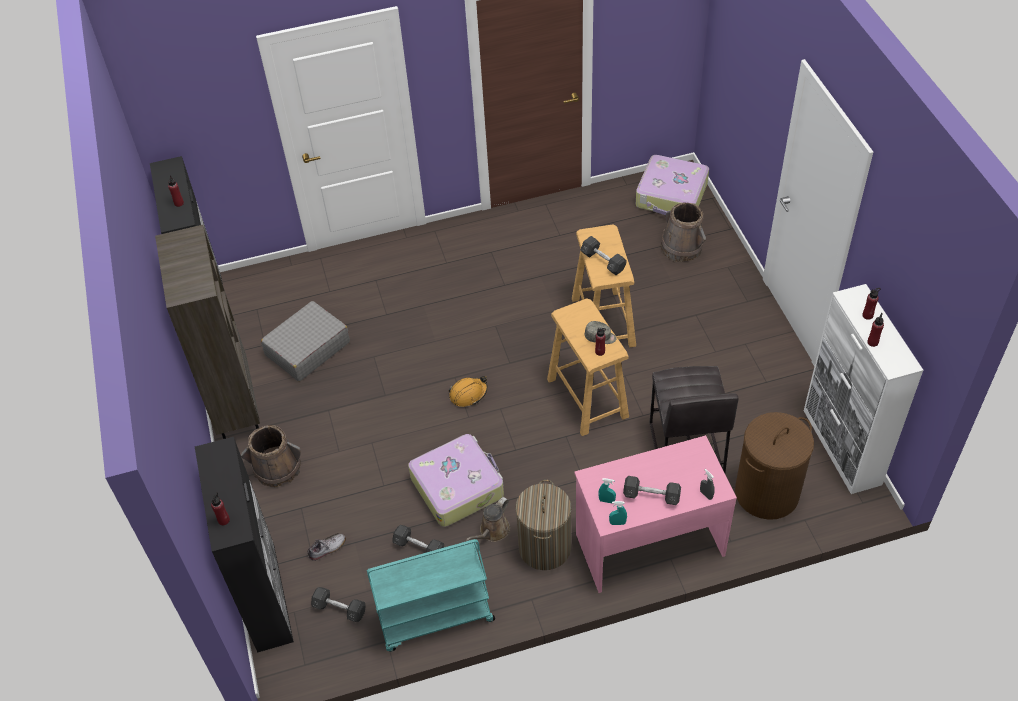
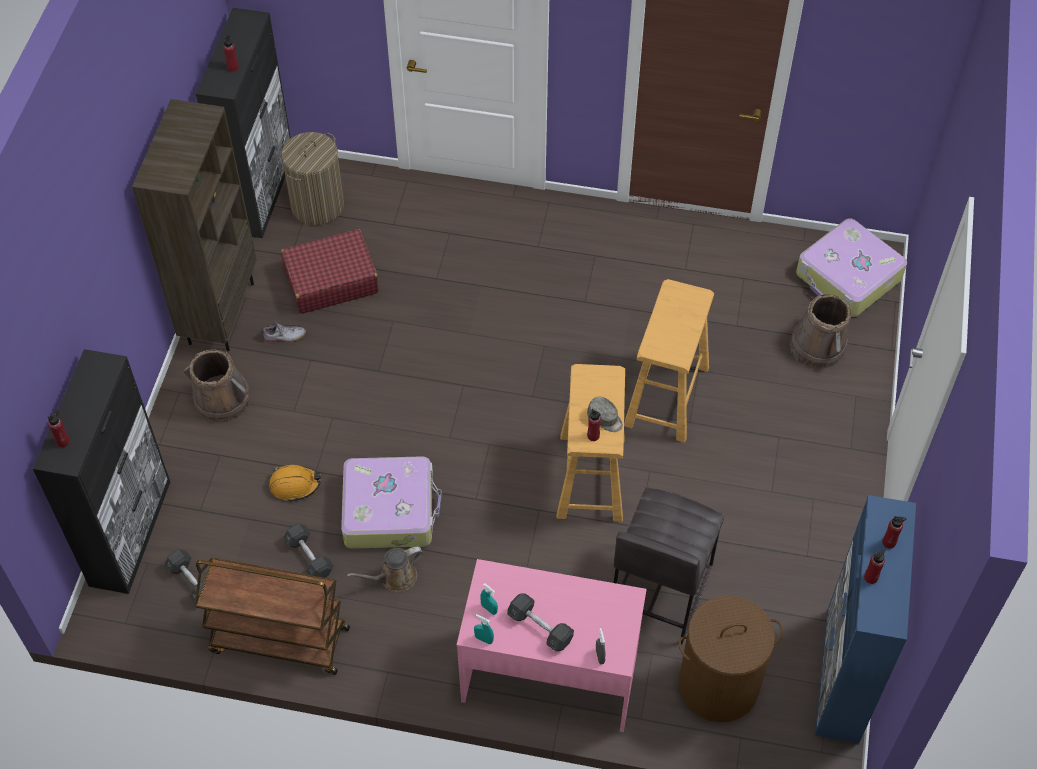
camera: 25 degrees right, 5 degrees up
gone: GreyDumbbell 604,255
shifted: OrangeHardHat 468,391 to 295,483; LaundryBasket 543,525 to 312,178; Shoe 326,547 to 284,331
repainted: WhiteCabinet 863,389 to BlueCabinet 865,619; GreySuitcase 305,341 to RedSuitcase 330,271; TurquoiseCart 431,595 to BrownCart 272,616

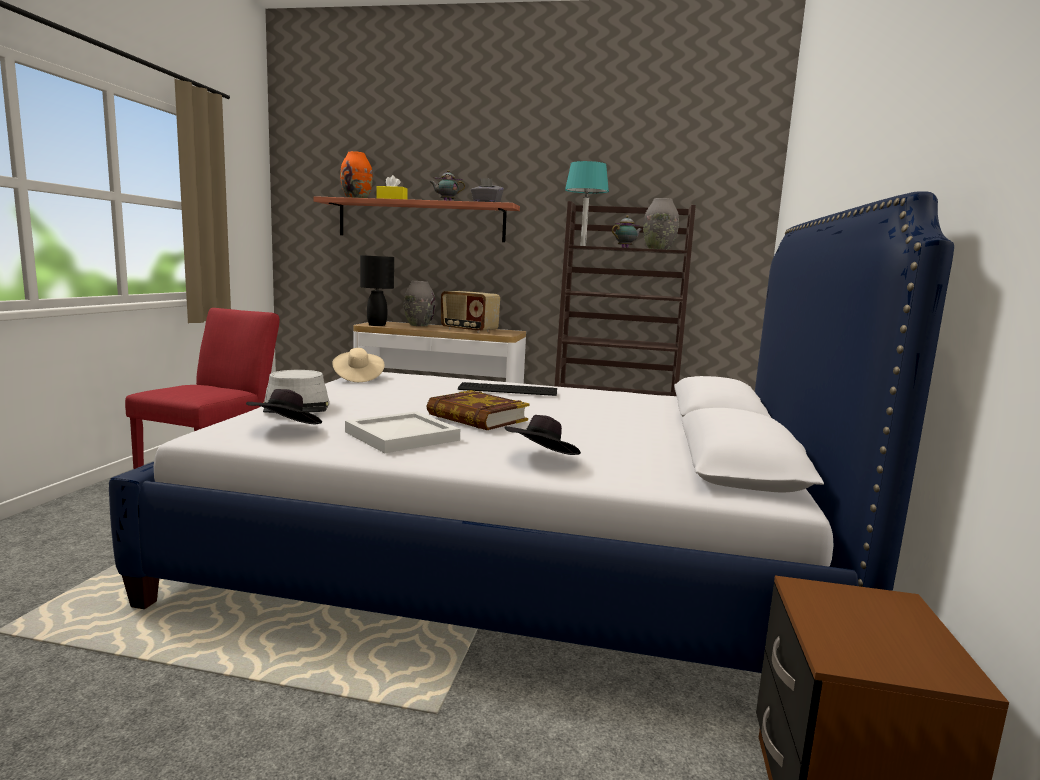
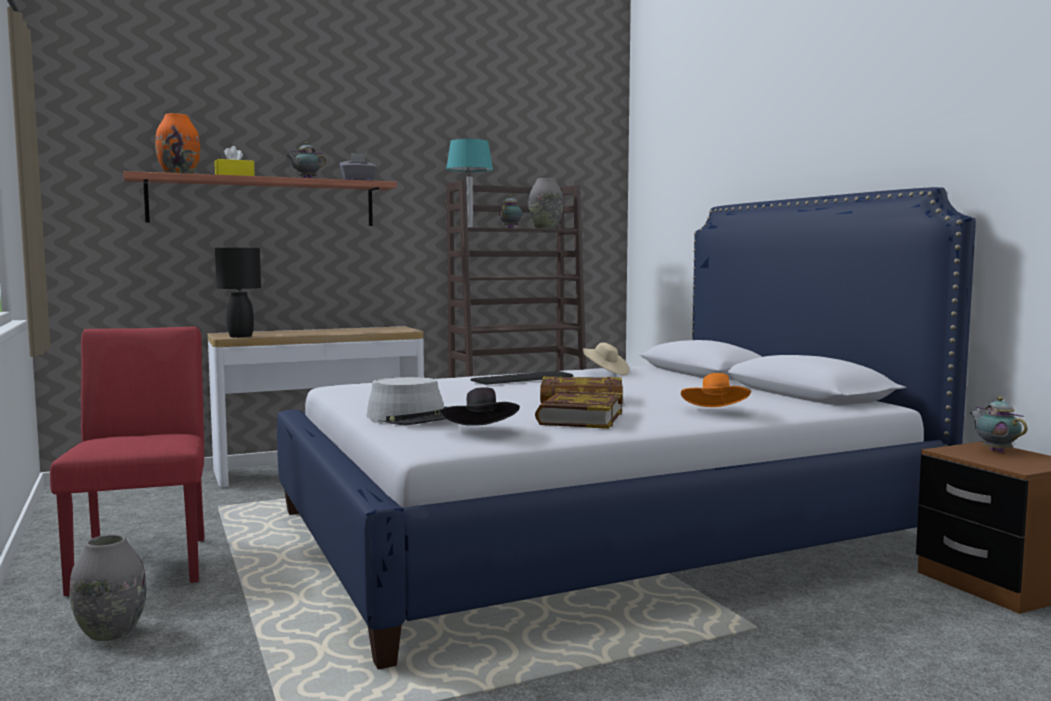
camera: 35 degrees left, 5 degrees down
gone: Radio 470,312
new: Teapot 999,425
shifted: GreyVase 419,303 to 108,588; BeigeHat 358,365 to 606,358
swapped: WhiteTray 402,432 to Book 578,410
repainted: BlackHat 542,435 to OrangeHat 716,390

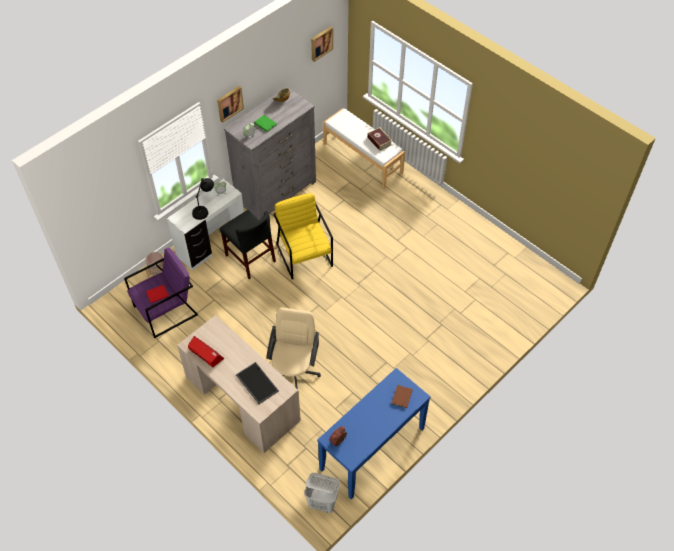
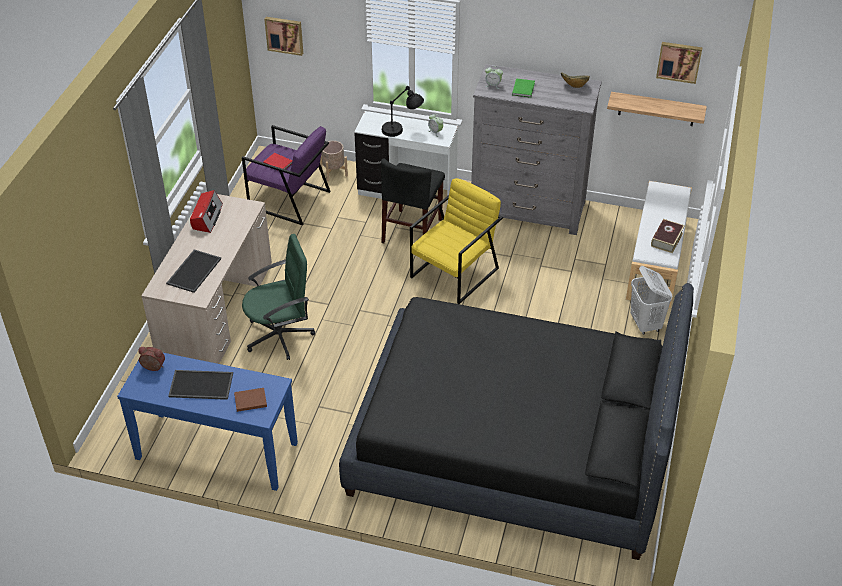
camera: 60 degrees right, 10 degrees down
new: Shelf 657,109; BlackBed 516,421; Tray 200,385
shifted: Picture 230,104 to 283,36; WhiteLaundryBasket 322,493 to 651,300
repainted: BeigeOfficeChair 293,348 to GreenOfficeChair 278,297

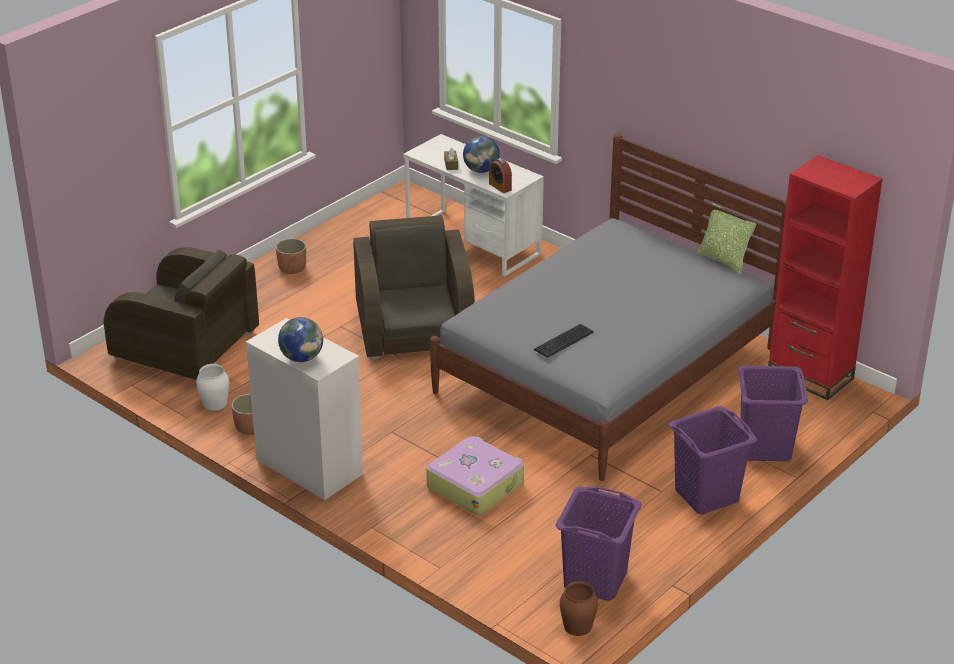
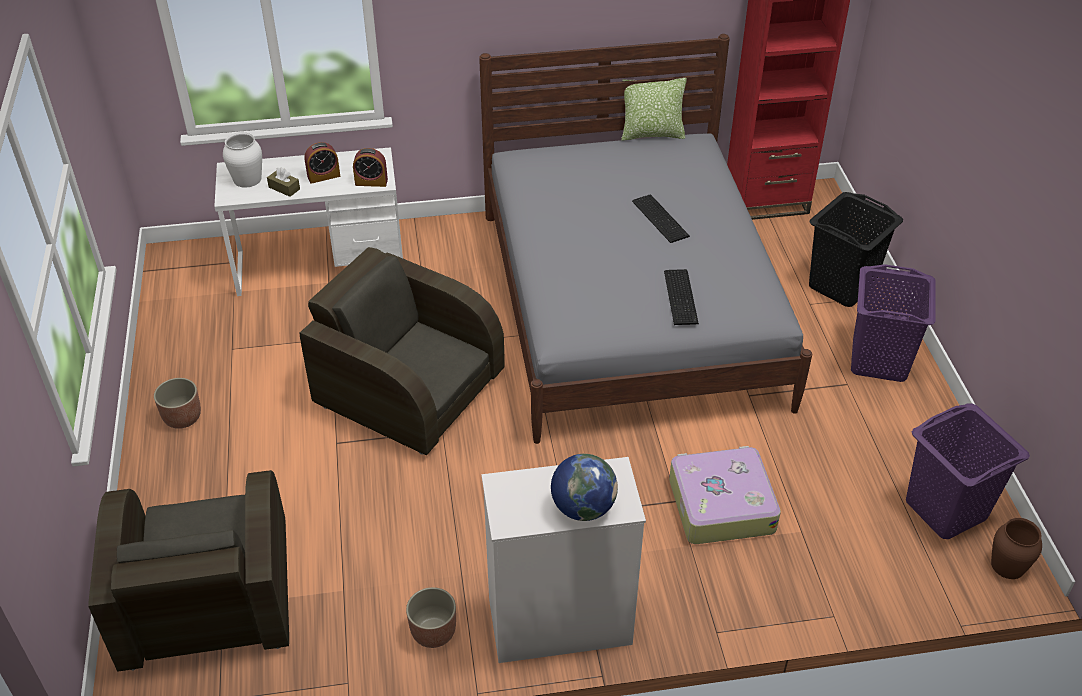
camera: 50 degrees left, 10 degrees up
new: Keyboard 661,219
shifted: WhiteVase 212,387 to 242,160
swapped: Globe 481,154 to AlarmClock 322,163
repainted: PurpleLaundryBasket 773,413 to BlackLaundryBasket 856,249
rotated: BrownArmchair 181,314 = 188,571 105 degrees clockwise

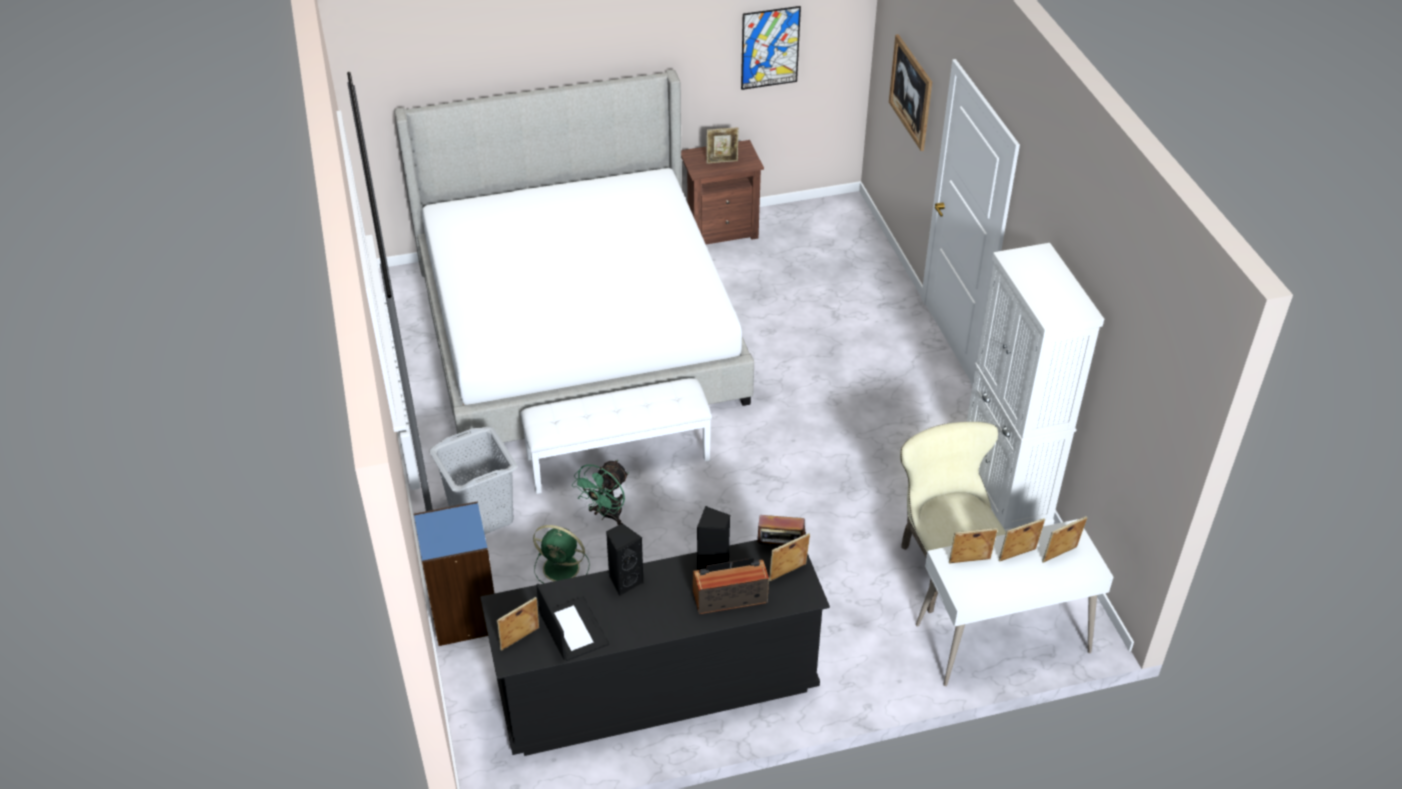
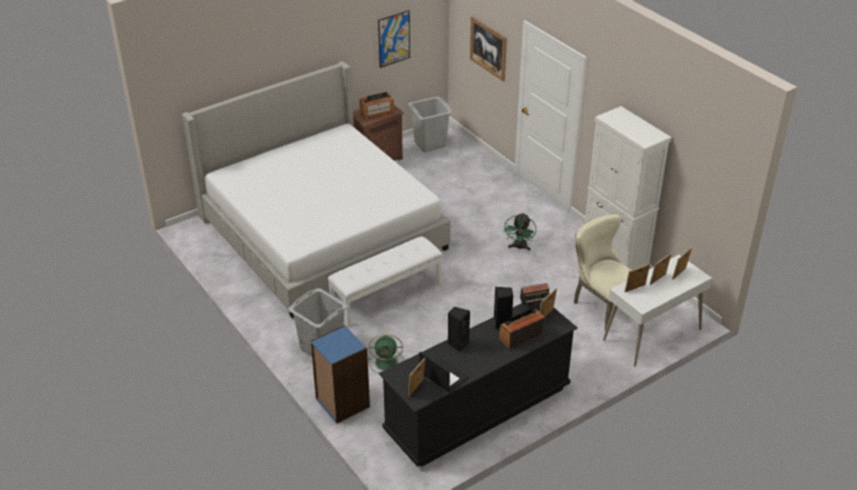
camera: 20 degrees left, 5 degrees down
new: GreyLaundryBasket 430,124
shifted: GreenFan 600,492 to 520,232
swapped: PictureFrame 722,145 to Radio 376,106

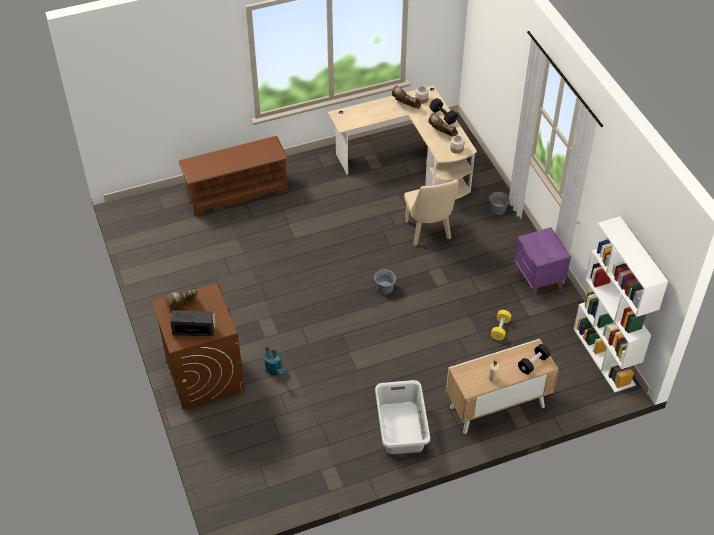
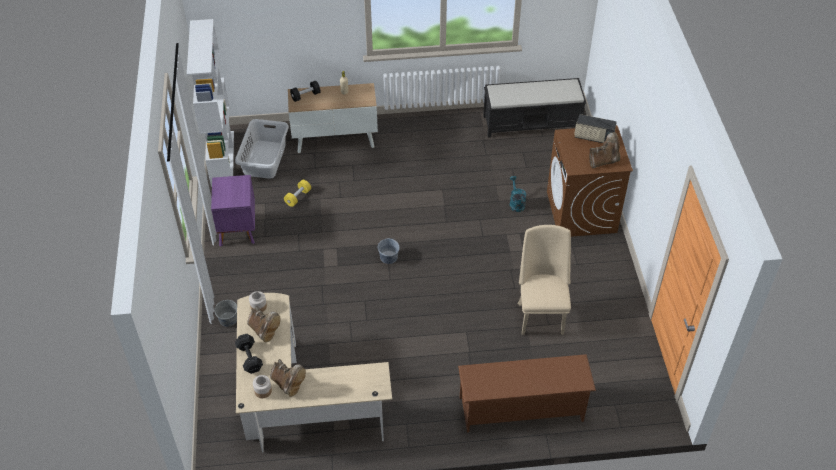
camera: 165 degrees left, 0 degrees up
new: BlackBench 534,108
shifted: BeigeChair 431,213 to 544,280; GreyLaundryBasket 402,417 to 262,149

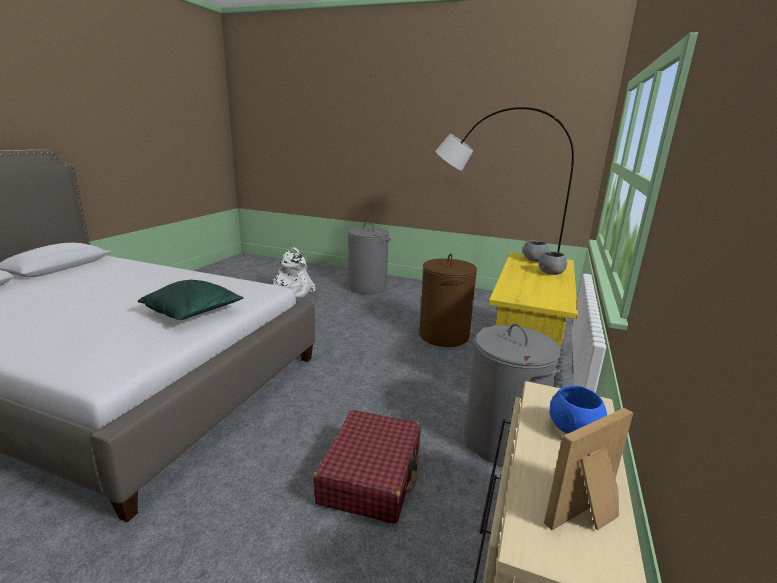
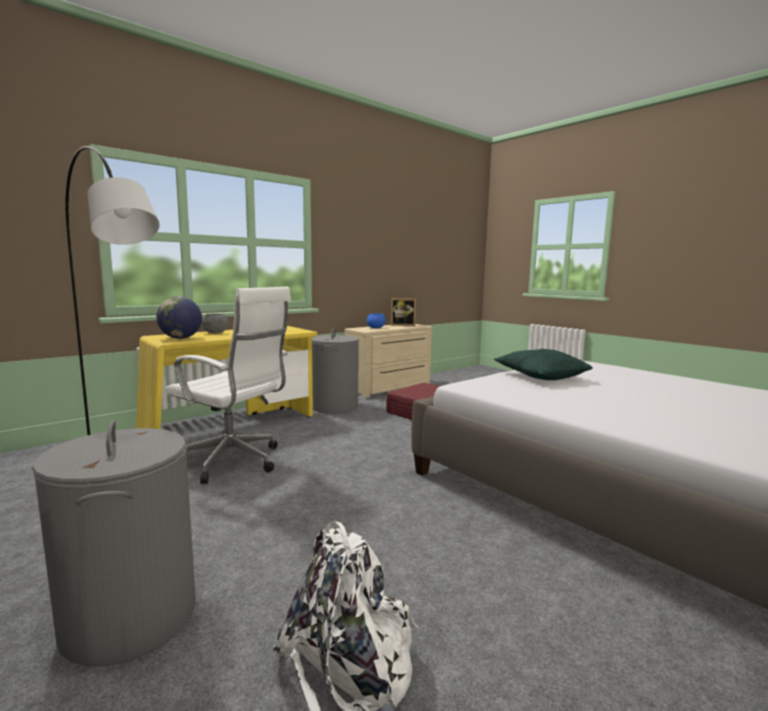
camera: 150 degrees left, 10 degrees down
swapped: GreyBowl 536,251 to Globe 179,318; BrownLaundryBasket 448,300 to WhiteOfficeChair 228,385

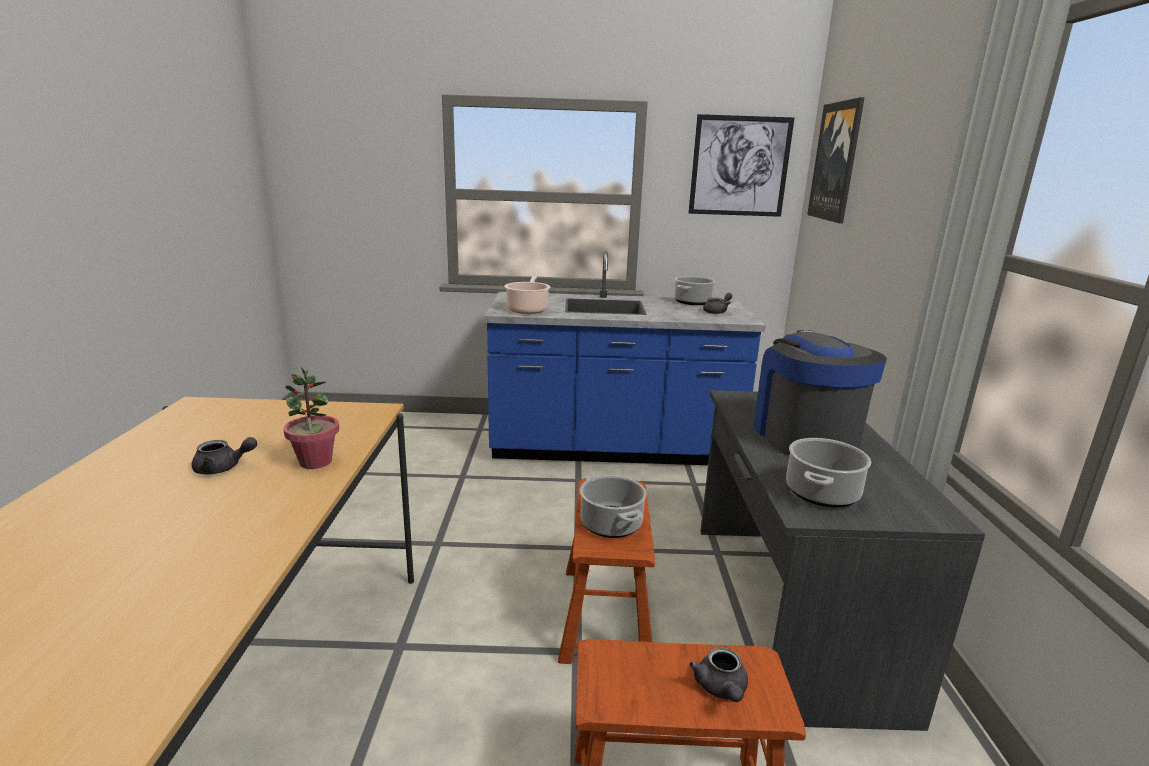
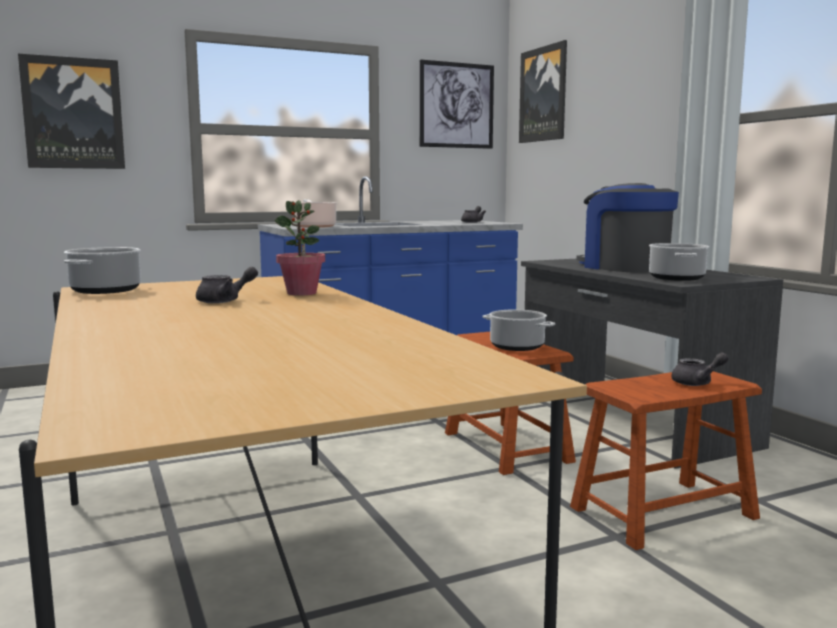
camera: 25 degrees left, 10 degrees down
new: Picture 71,111
shifted: CookingPot 695,290 to 102,270
rotated: GreyTeapot 718,674 = 700,369 75 degrees counterclockwise

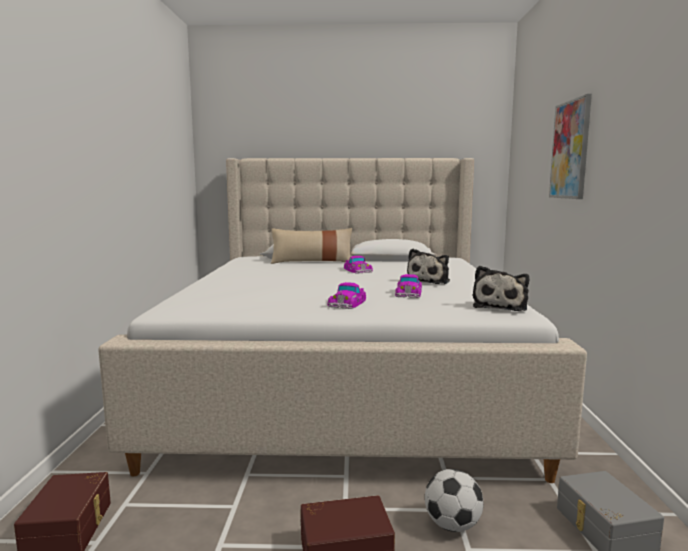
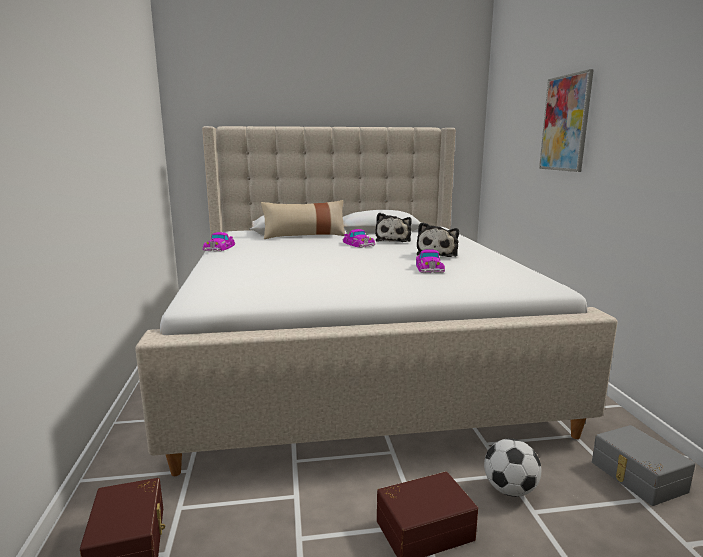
camera: 10 degrees left, 5 degrees up
shifted: PlushToy 501,288 to 393,227; ToyCar 347,295 to 219,242

